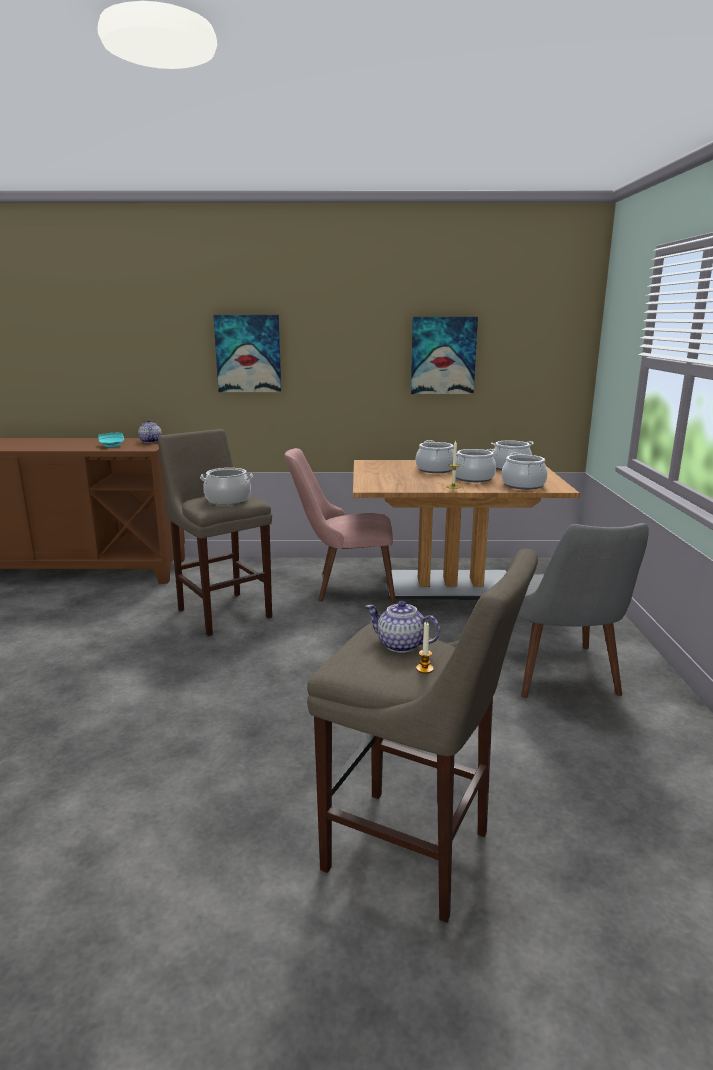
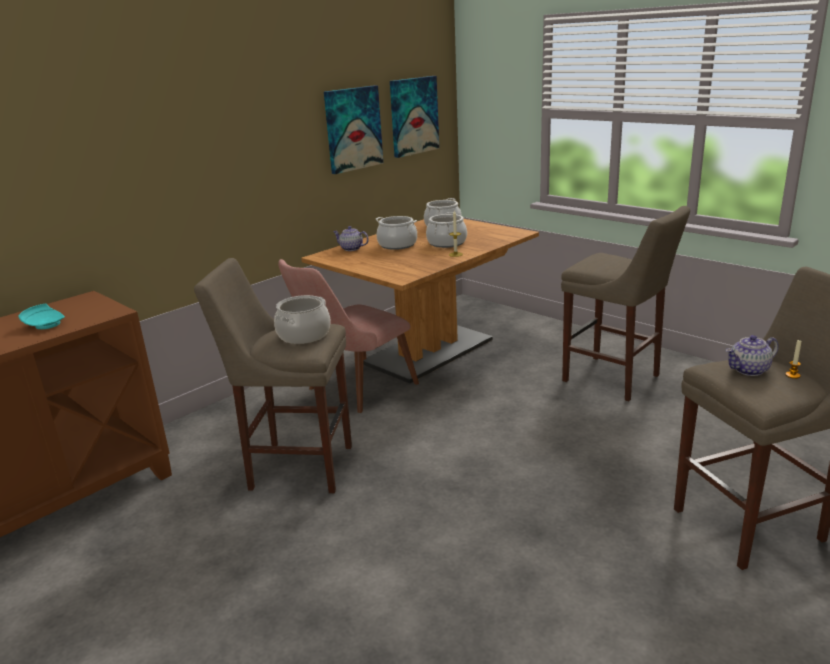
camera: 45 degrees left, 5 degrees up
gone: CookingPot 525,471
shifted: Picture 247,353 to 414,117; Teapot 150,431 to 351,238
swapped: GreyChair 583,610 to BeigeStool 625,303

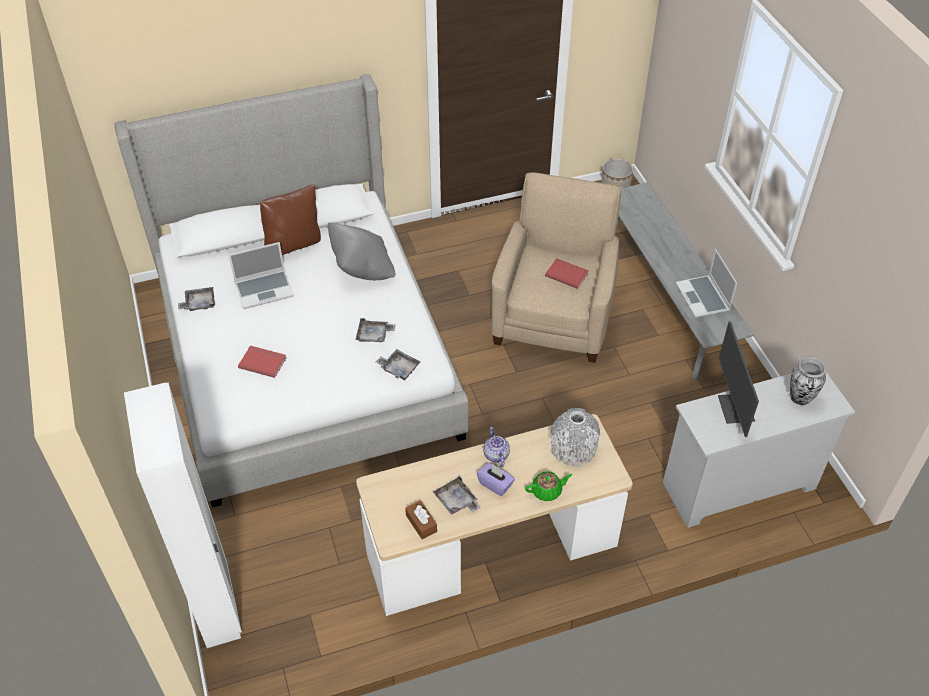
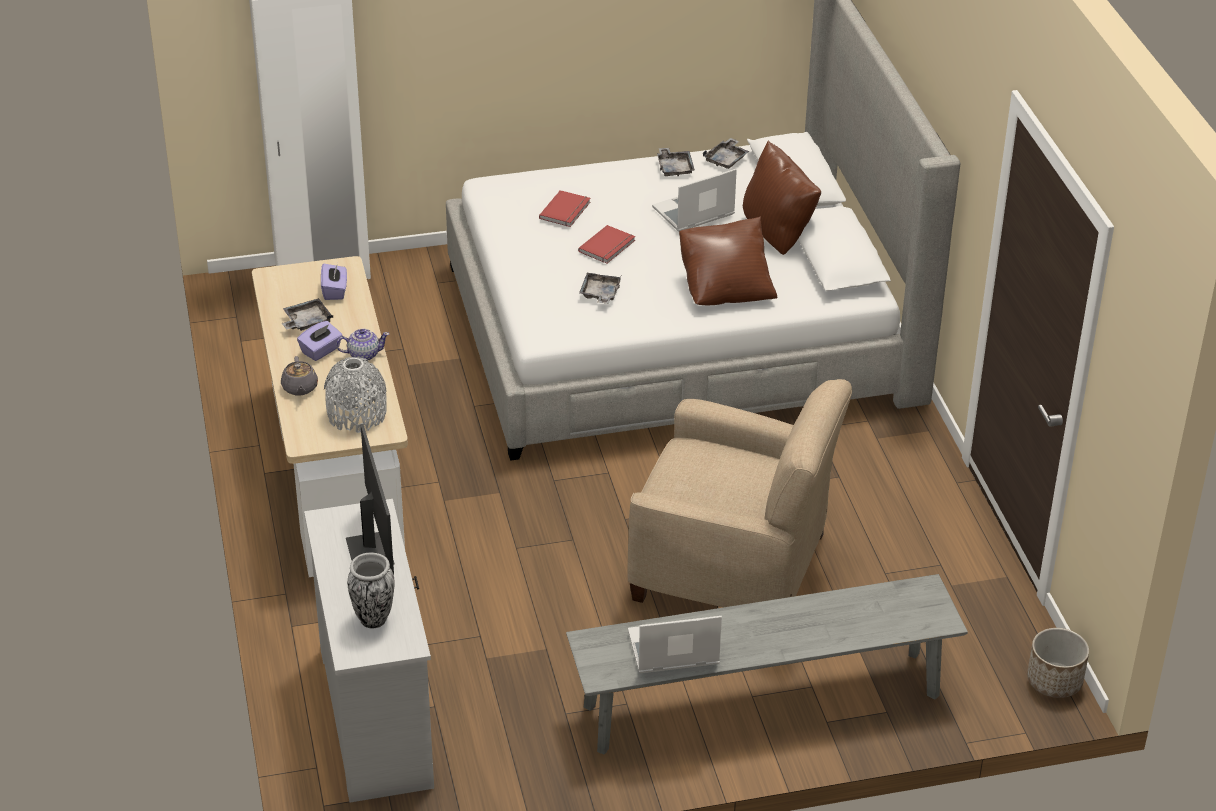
camera: 95 degrees right, 10 degrees down
gone: BrownTissueBox 421,520
new: PurpleTissueBox 334,282
shifted: RedBook 567,273 to 606,244; GreyTray 398,364 to 726,153
repainted: GreyPillow 362,251 to BrownPillow 728,261; GreenTeapot 549,486 to GreyTeapot 299,375
rotated: Laptop 261,275 = 694,200 75 degrees clockwise; Monitor 738,379 = 370,499 75 degrees clockwise

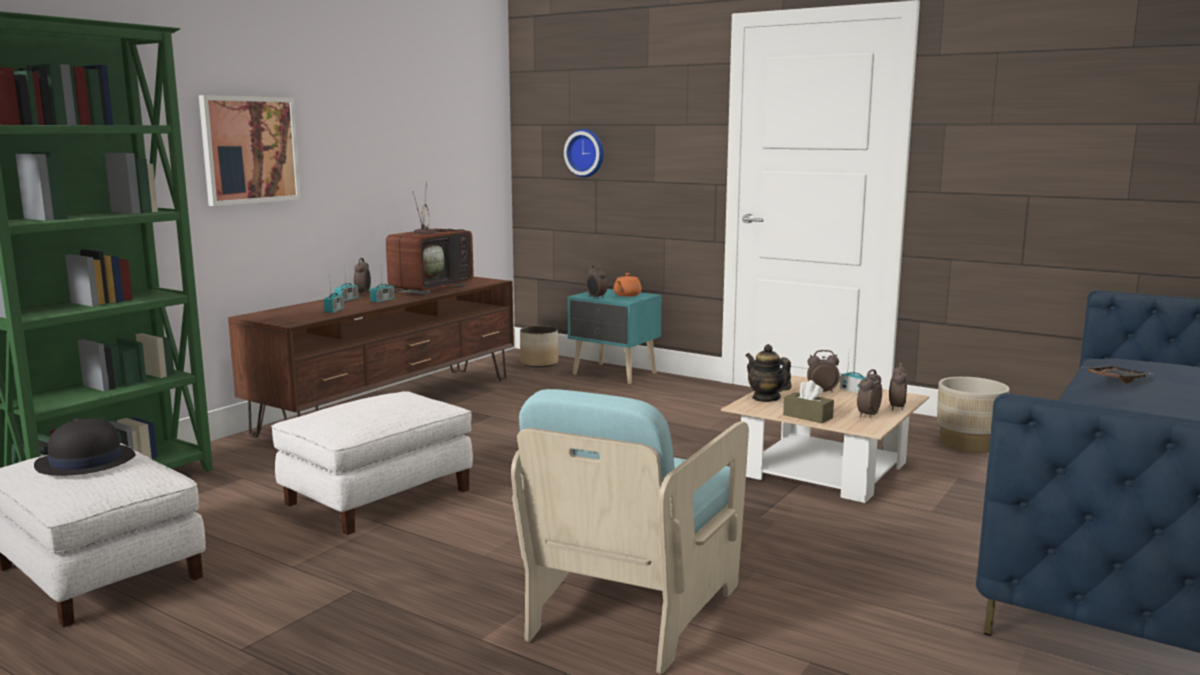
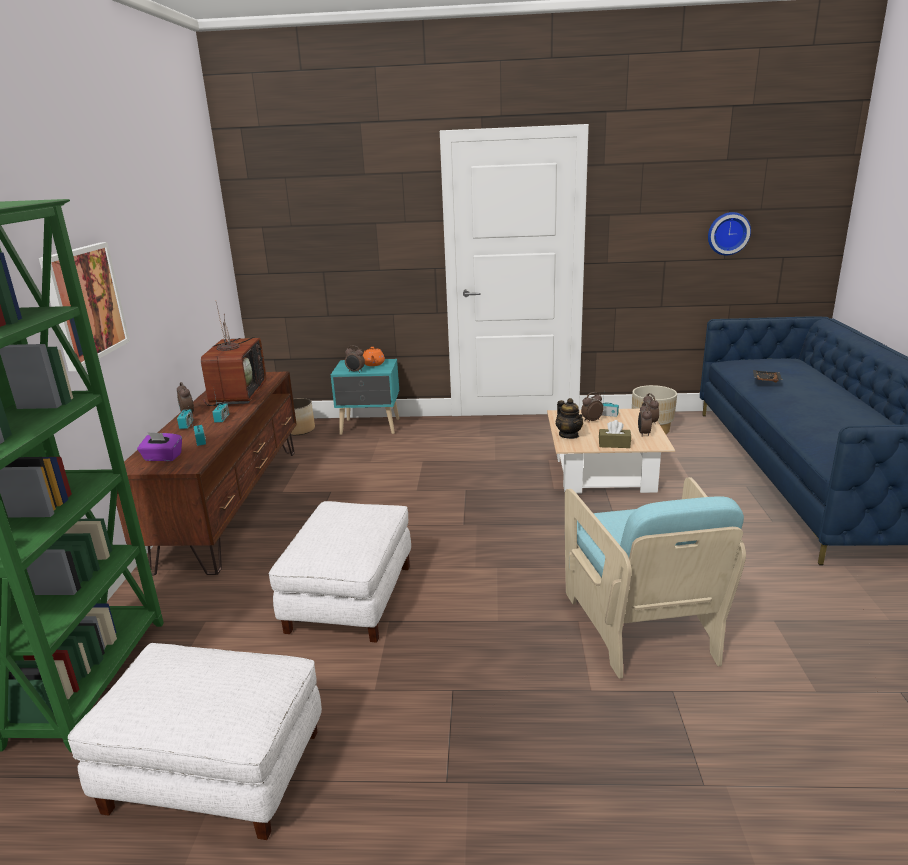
camera: 30 degrees left, 10 degrees up
gone: BlackHat 85,447
new: PurpleTissueBox 159,446
shifted: WallClock 584,153 to 729,233
rotated: Teapot 768,373 = 569,418 135 degrees counterclockwise

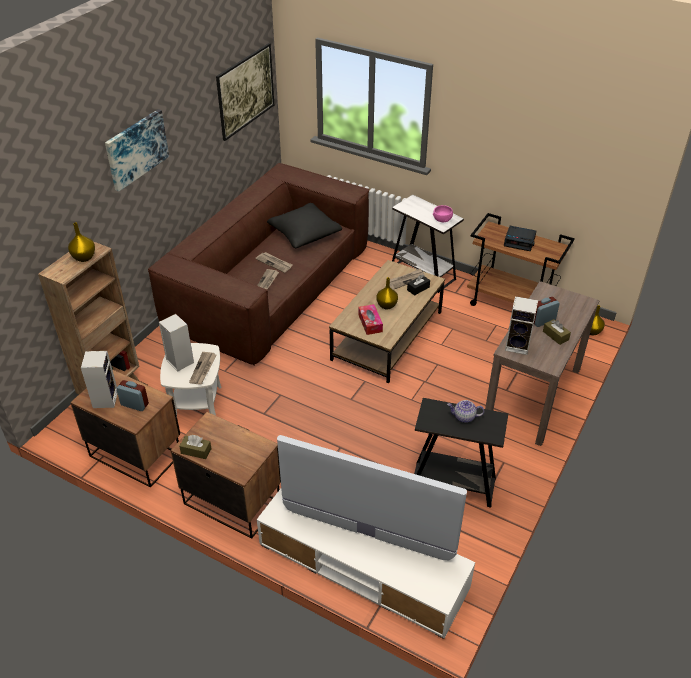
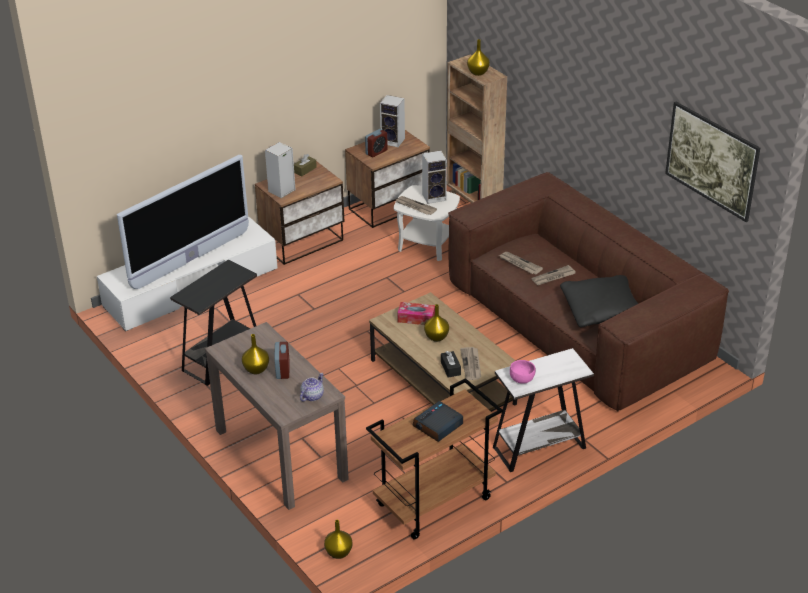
camera: 115 degrees right, 5 degrees down
gone: Picture 137,150
shifted: Speaker 521,325 to 280,170; Teapot 465,411 to 312,387
swapped: BrownTissueBox 557,332 to YellowVase 255,354

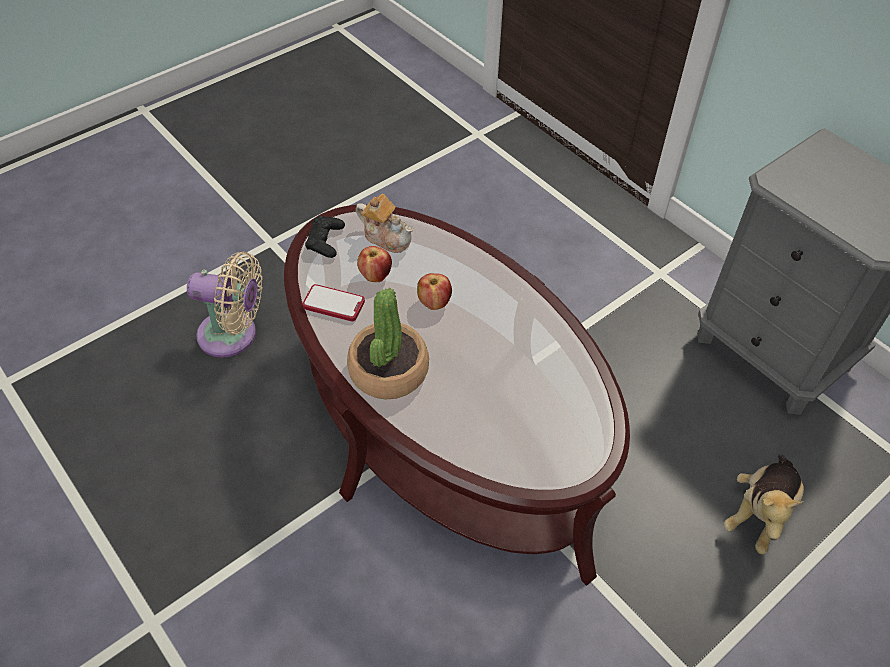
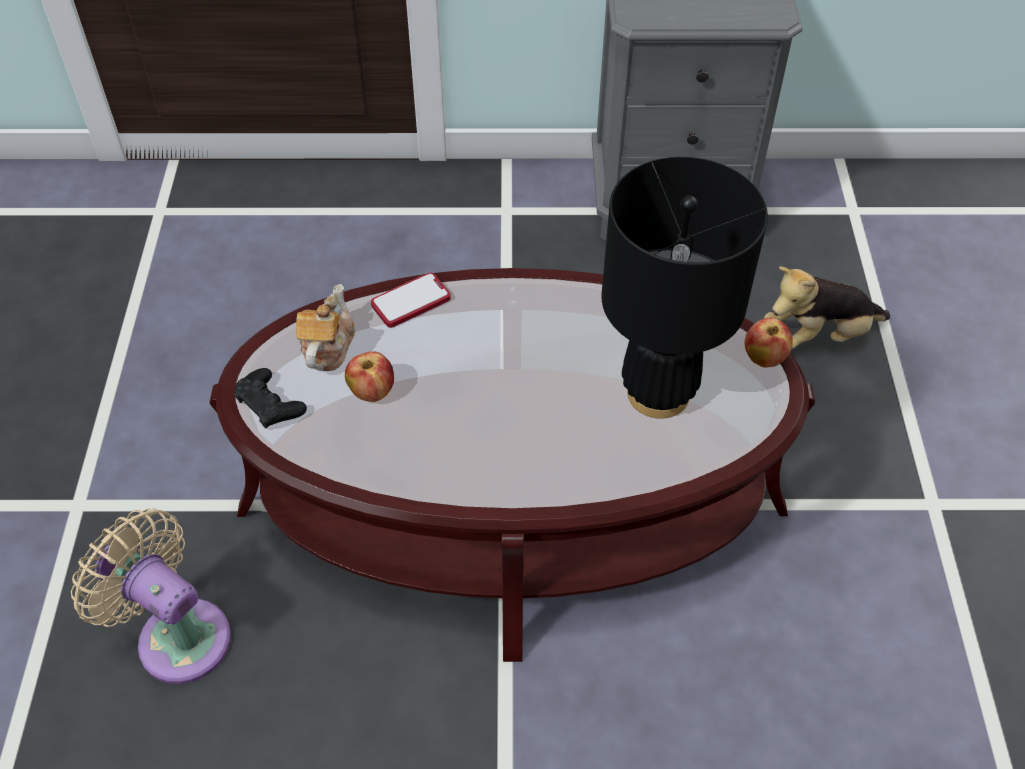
camera: 50 degrees left, 0 degrees up
gone: PottedPlant 388,344
new: BlackTableLamp 684,288
shifted: Apple 434,291 to 768,343; Phone 333,303 to 411,300
rotated: Teapot 384,223 = 325,327 60 degrees counterclockwise; BeigeFan 225,305 = 151,596 105 degrees counterclockwise; PlushToy 764,504 = 827,307 90 degrees clockwise

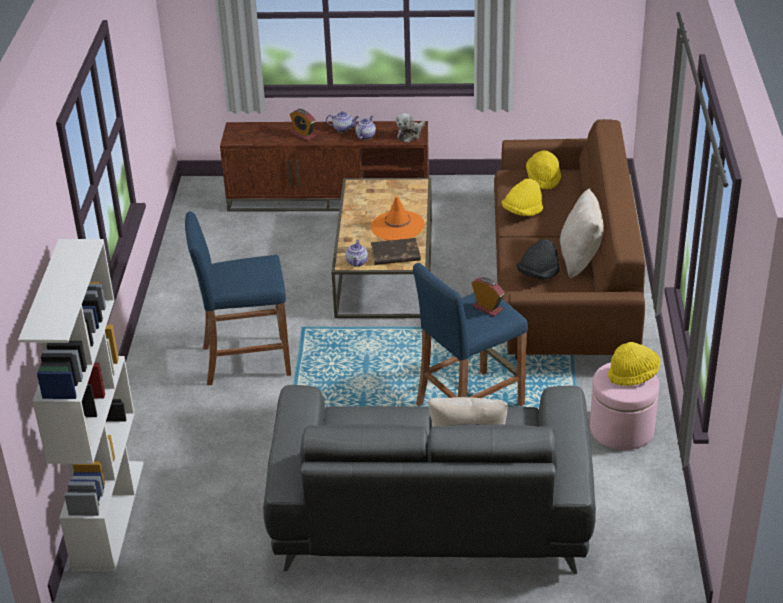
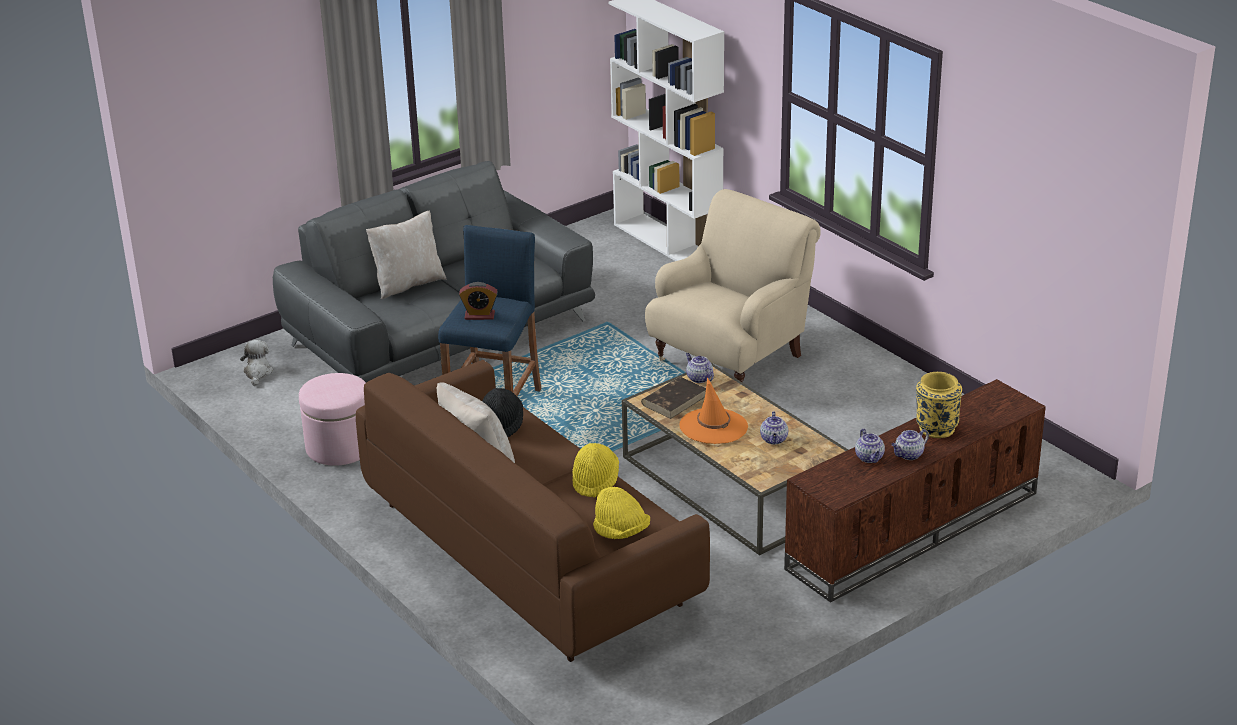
camera: 140 degrees right, 5 degrees down
gone: YellowHat 634,364
new: Teapot 774,428
shifted: PlushToy 410,128 to 257,363
swapped: AlarmClock 303,125 to YellowVase 939,405; BlueStool 238,298 to BeigeArmchair 733,285

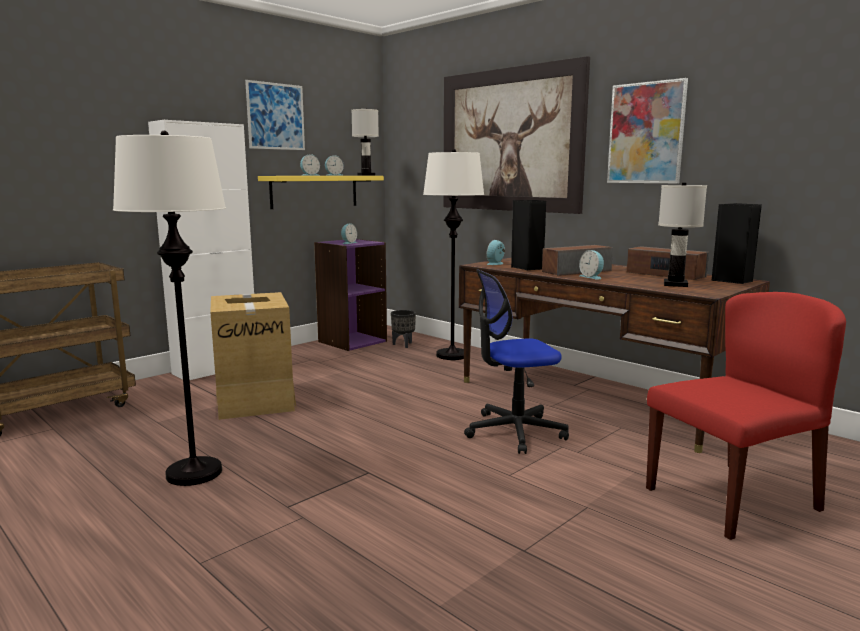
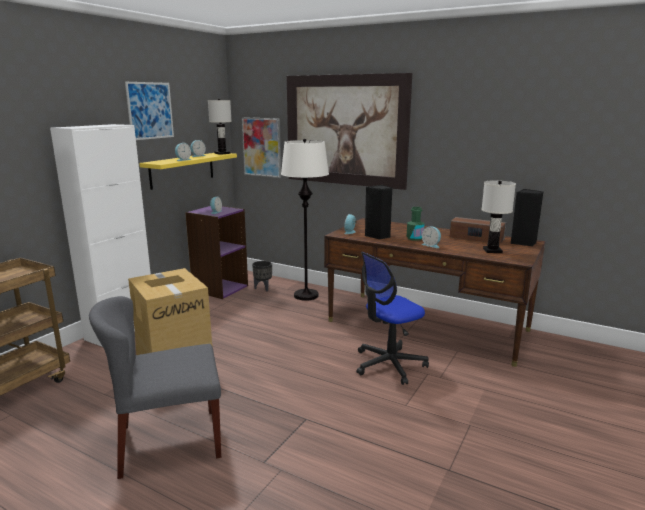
camera: 15 degrees left, 5 degrees up
gone: RedChair 746,416
shifted: Picture 647,131 to 261,147
swapped: WhiteFloorLamp 169,308 to GreyChair 155,387; Speaker 577,260 to GreenBottle 415,224

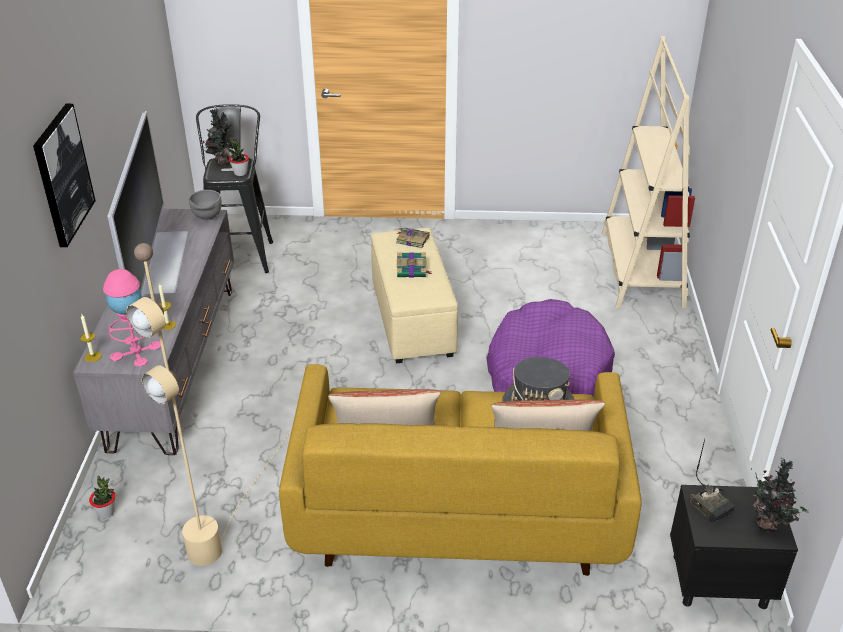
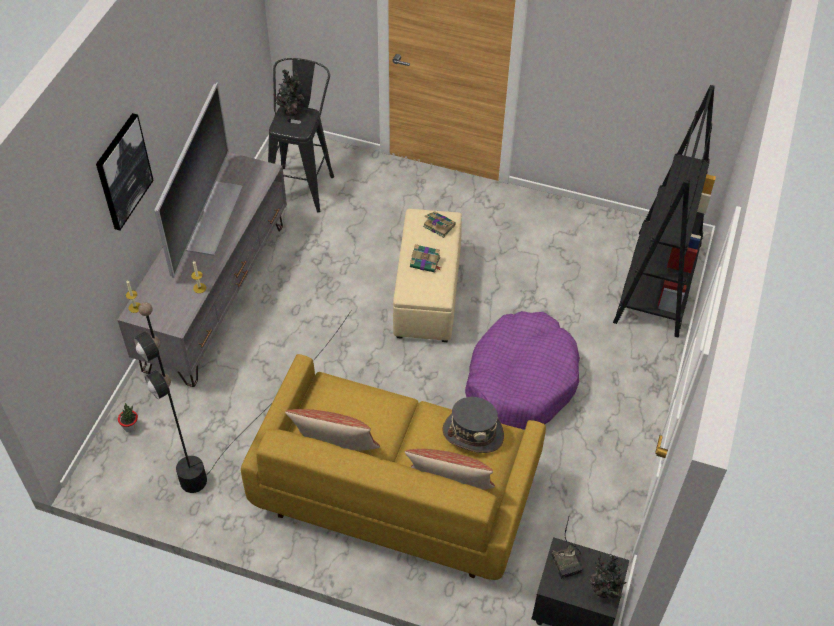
camera: 15 degrees right, 15 degrees up
gone: PottedPlant 239,156; GreyBowl 205,205; PinkTableLamp 132,318
repainted: BeigeBookcase 648,172 to BlackBookcase 664,211; BeigeFloorLamp 231,404 to BlackFloorLamp 242,397

